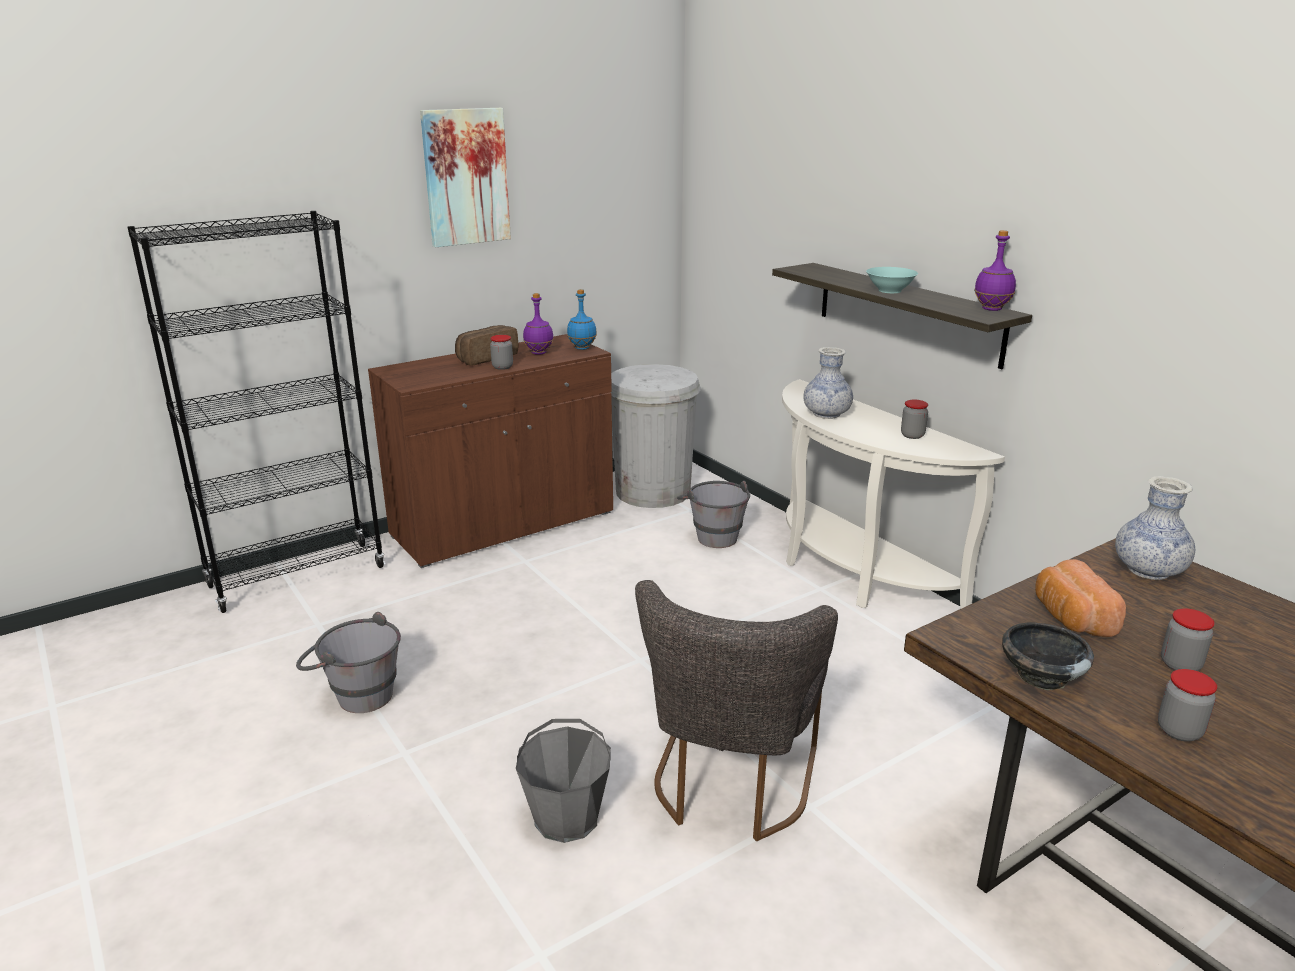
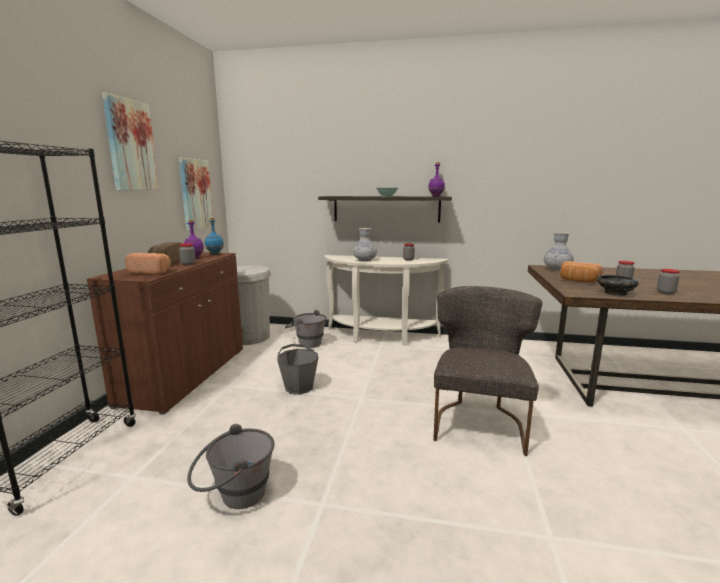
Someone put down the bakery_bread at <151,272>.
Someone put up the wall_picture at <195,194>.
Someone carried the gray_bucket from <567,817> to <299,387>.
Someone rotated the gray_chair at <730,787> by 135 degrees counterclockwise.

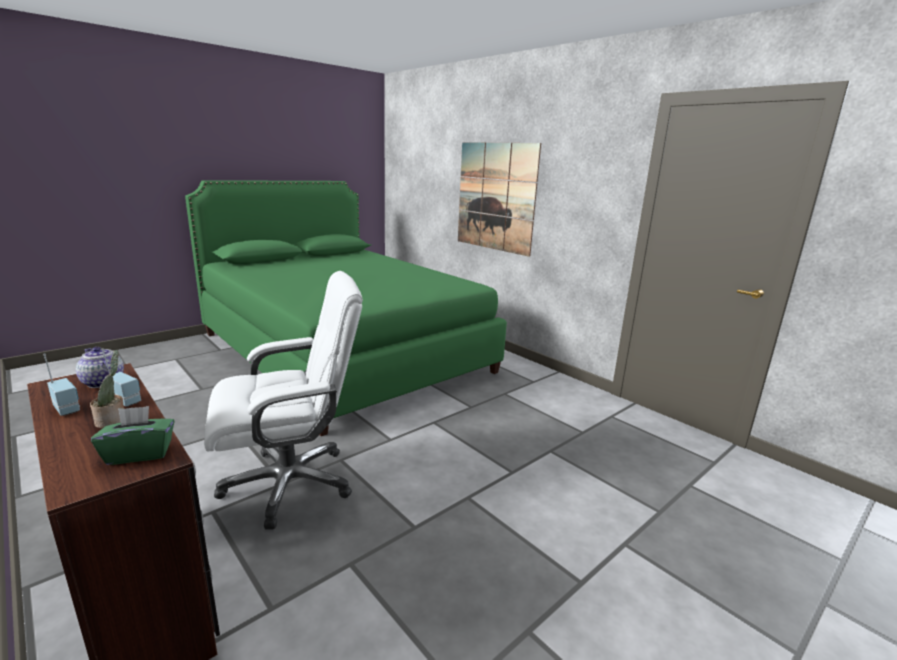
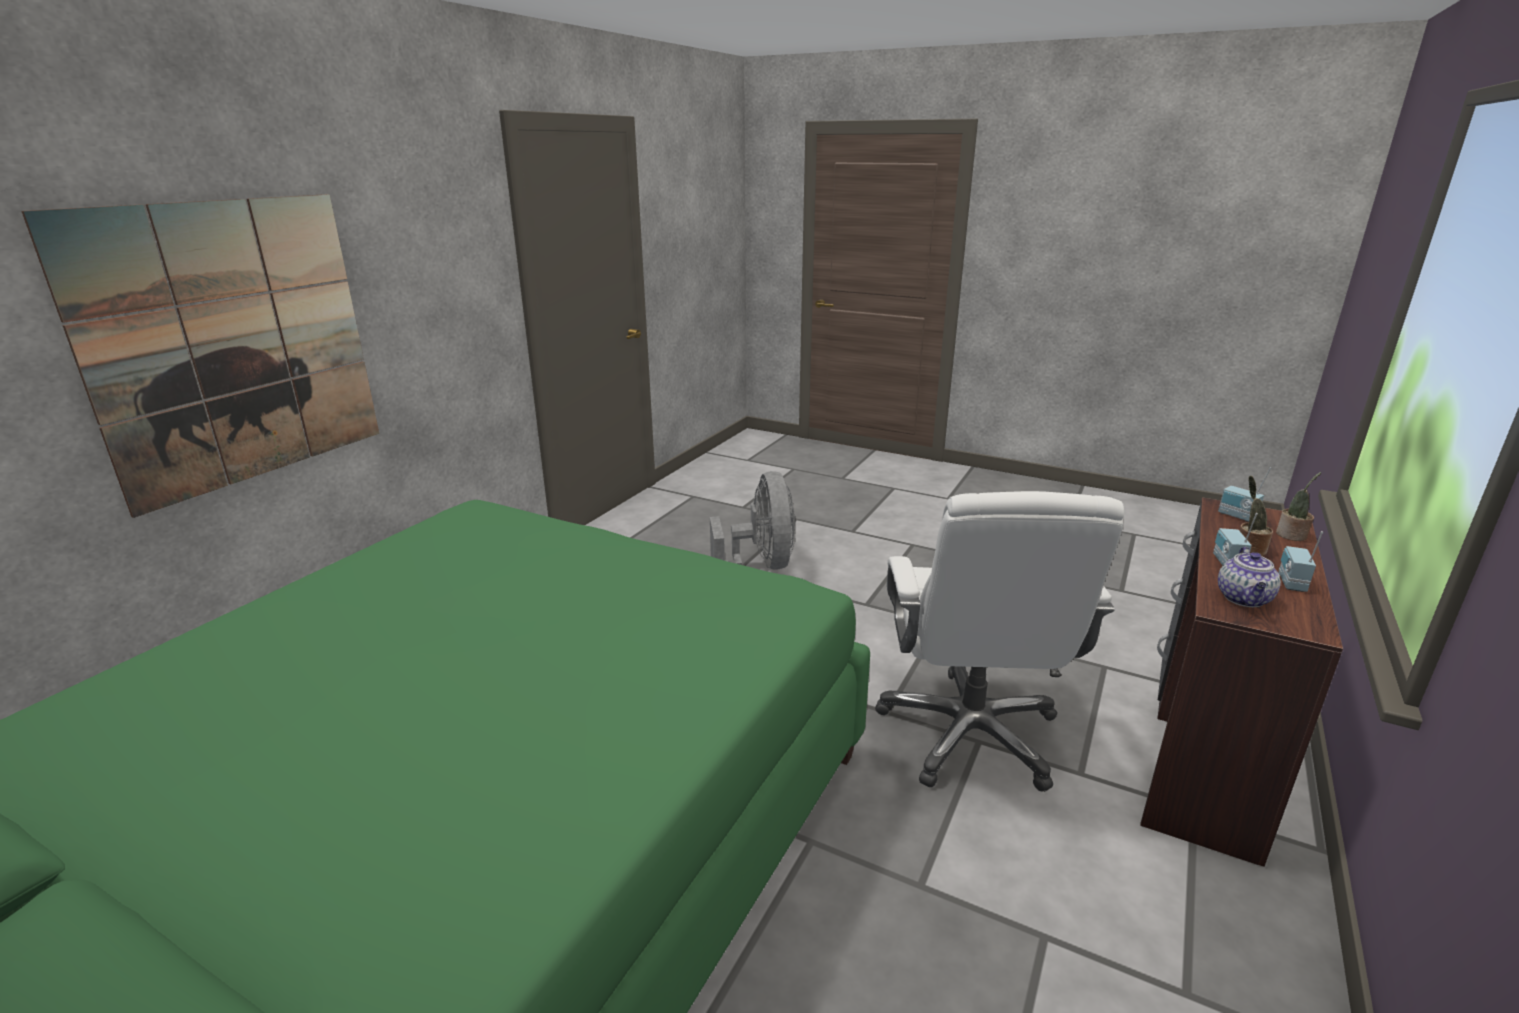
Someone put down the gray_cooling_fan at <761,566>.
Someone rotated the white-coloured_office_chair at <290,483> by 135 degrees counterclockwise.
Someone swapped the green-coloured_tissue_holder at <140,453> for the radio_receiver at <1236,516>.
Someone put down the plant_in_a_pot at <1292,536>.

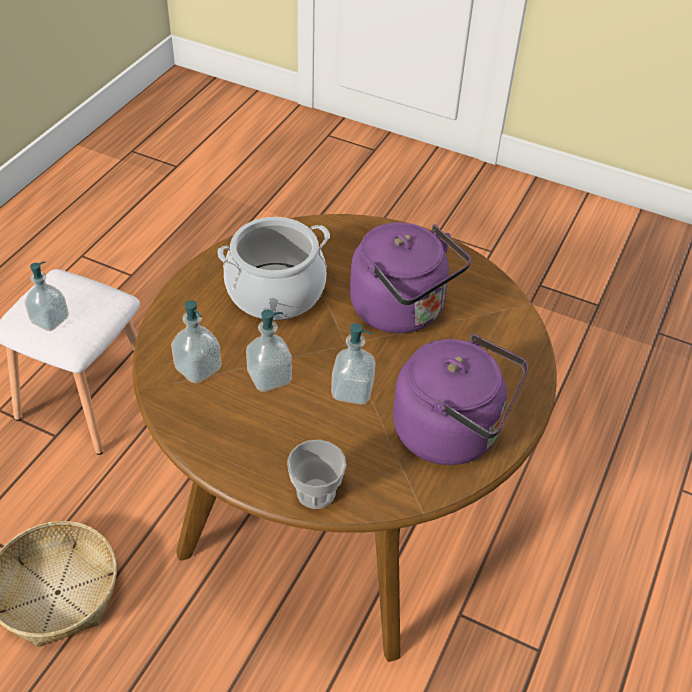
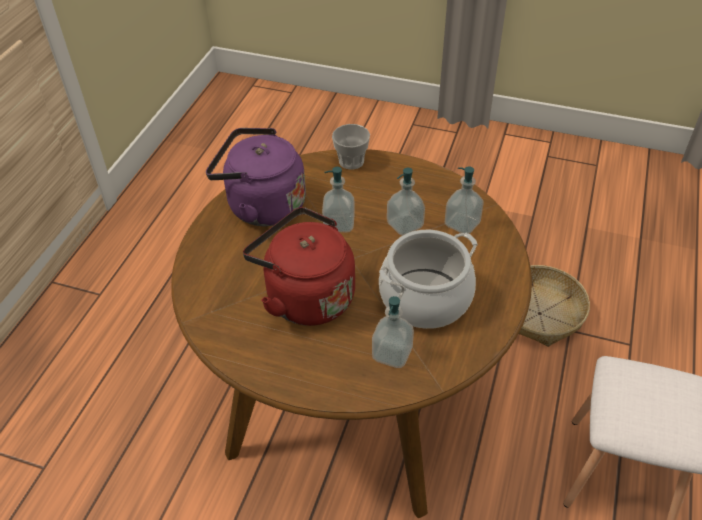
Someone repainted the purplish_tea_kettle at <402,311>, which became the reddish_tea_kettle at <305,296>.
Someone carried the soap_bottle from <50,320> to <392,354>.

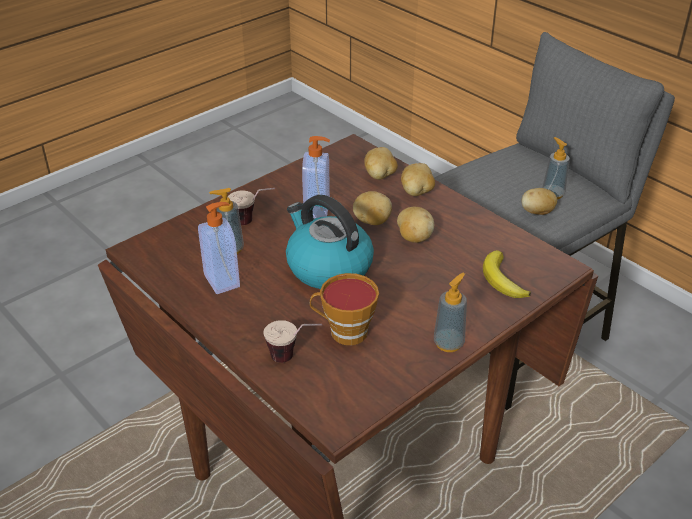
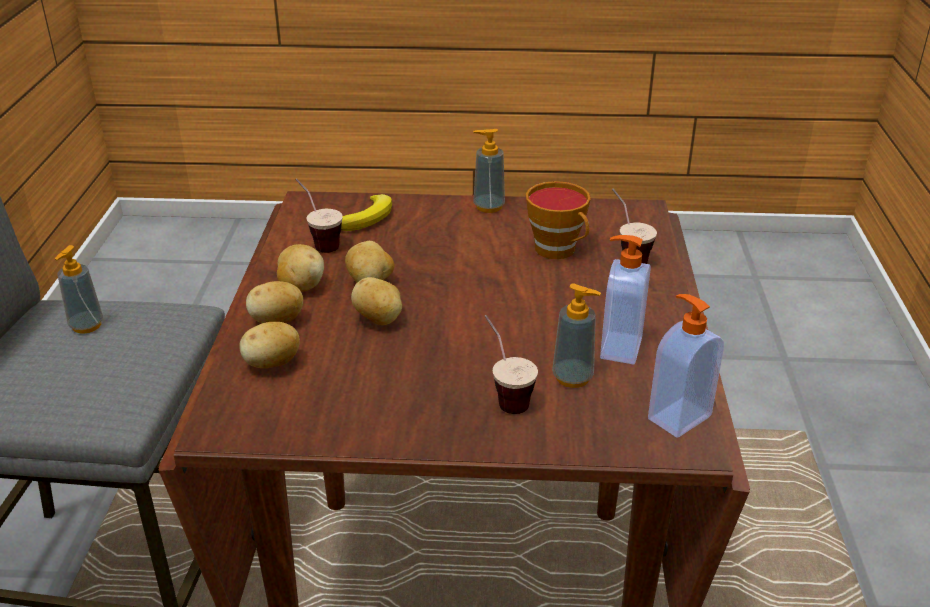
Someone carried the potato from <537,212> to <301,286>.
Someone put down the cup at <319,242>.
Someone carried the soap_bottle from <318,210> to <677,416>.
Someone took away the tea_kettle at <328,267>.

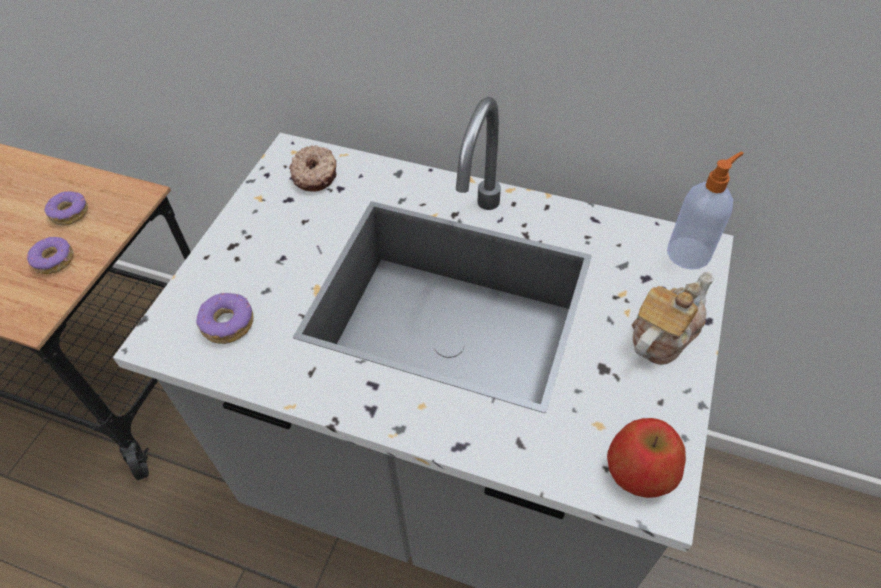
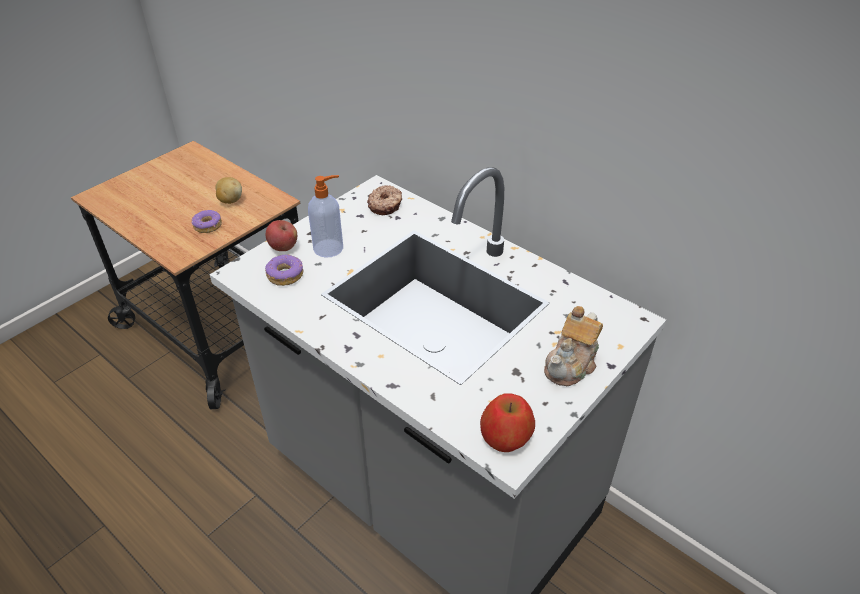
Someone swapped the donut at <69,213> for the potato at <230,200>.
Someone put down the apple_fruit at <283,247>.
Someone carried the soap_bottle from <689,252> to <329,248>.
Someone rotated the teapot at <662,334> by 150 degrees clockwise.

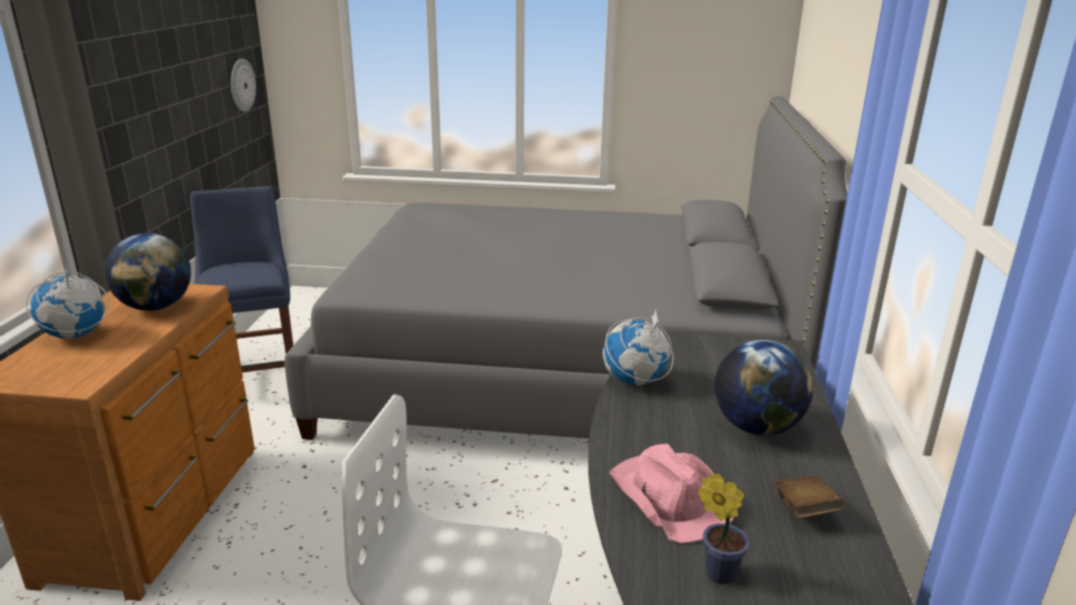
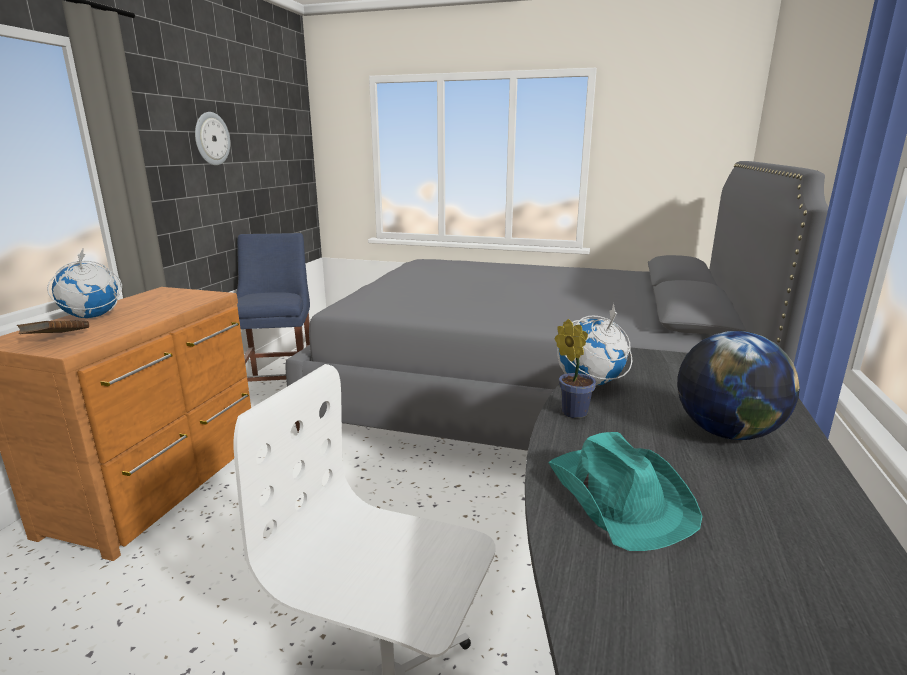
Someone carried the brownish_bound_book from <804,510> to <57,339>.
Someone carried the hanging_clock from <241,85> to <211,139>.
Someone repainted the pink_hat at <669,496>, which became the turquoise-coloured_hat at <618,495>.
Someone carried the plant_in_a_pot from <716,571> to <571,411>.
Someone took away the world_globe at <156,307>.

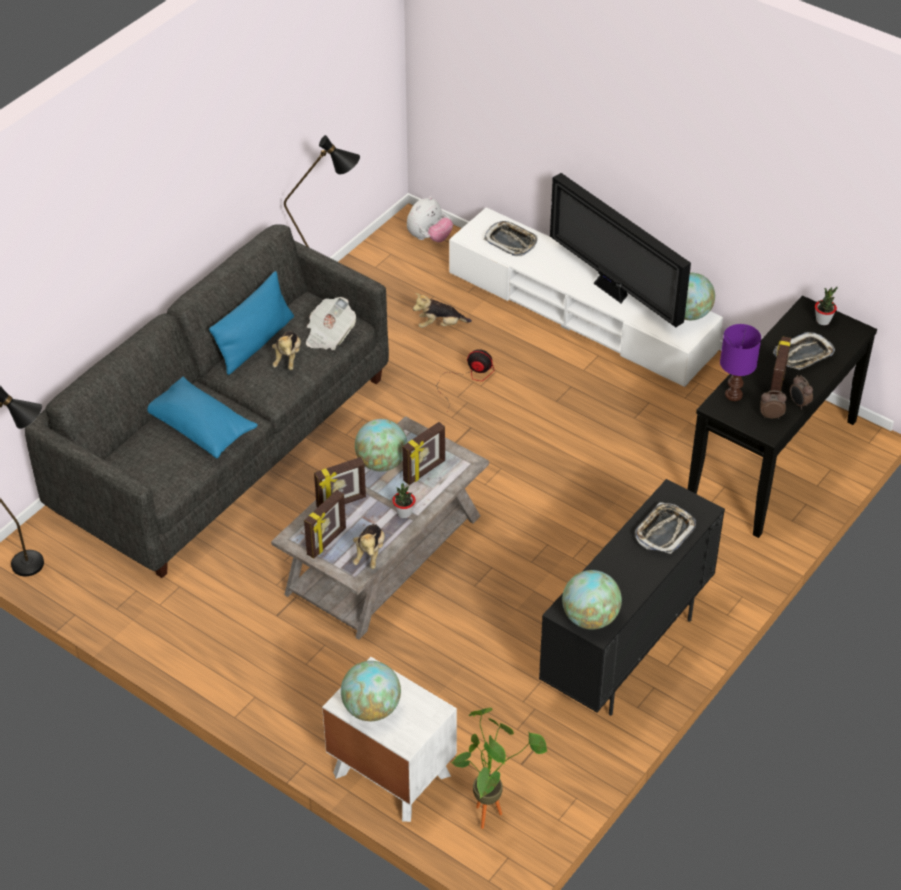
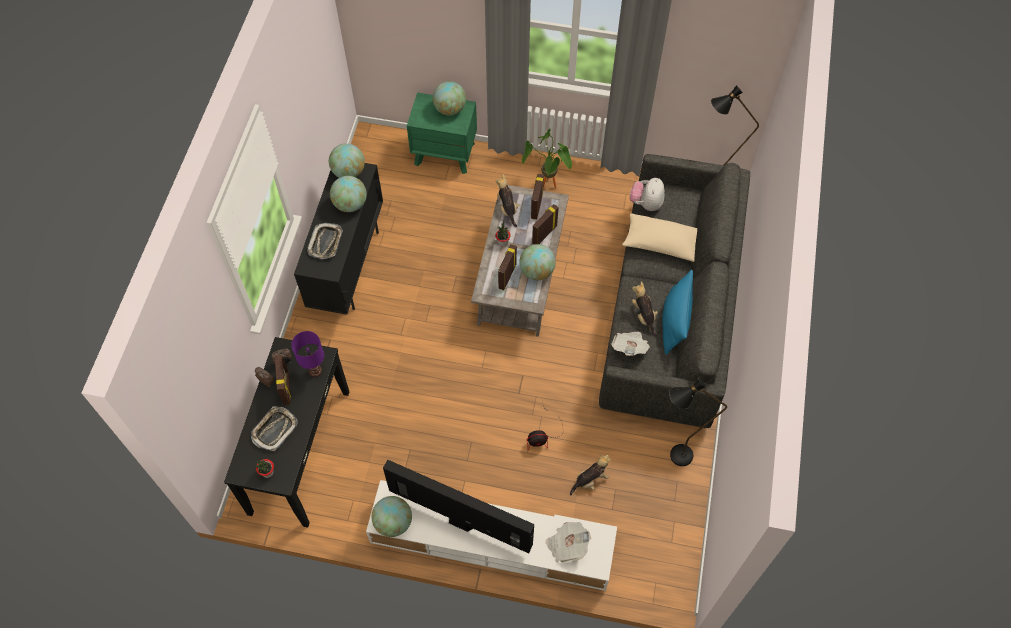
Someone put down the world_globe at <350,204>.
Someone repainted the white-coloured_night_table at <391,774>, which became the green-coloured_night_table at <445,153>.
Someone carried the plant_in_a_pot from <491,811> to <547,188>.
Someone swapped the tray at <511,241> for the daily_paper at <567,545>.
Someone repainted the bluish_throw_pillow at <200,427>, which became the beige_throw_pillow at <661,243>.
Someone carried the soft_toy from <429,238> to <646,203>.

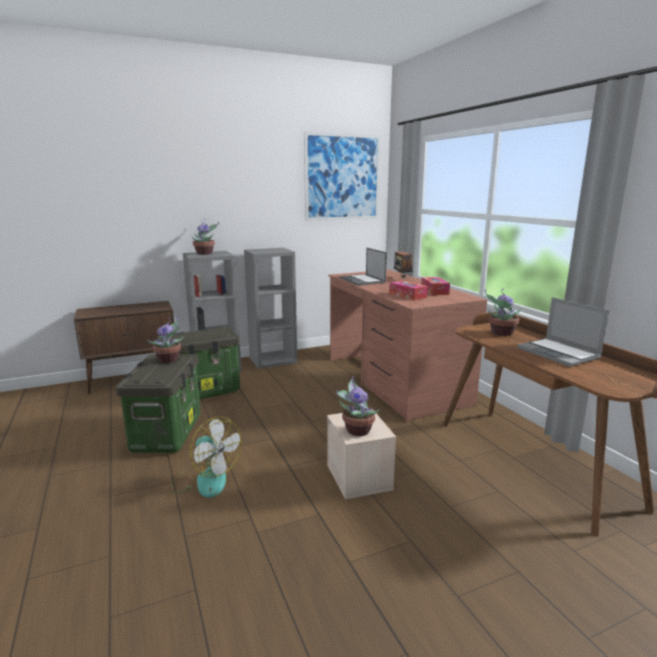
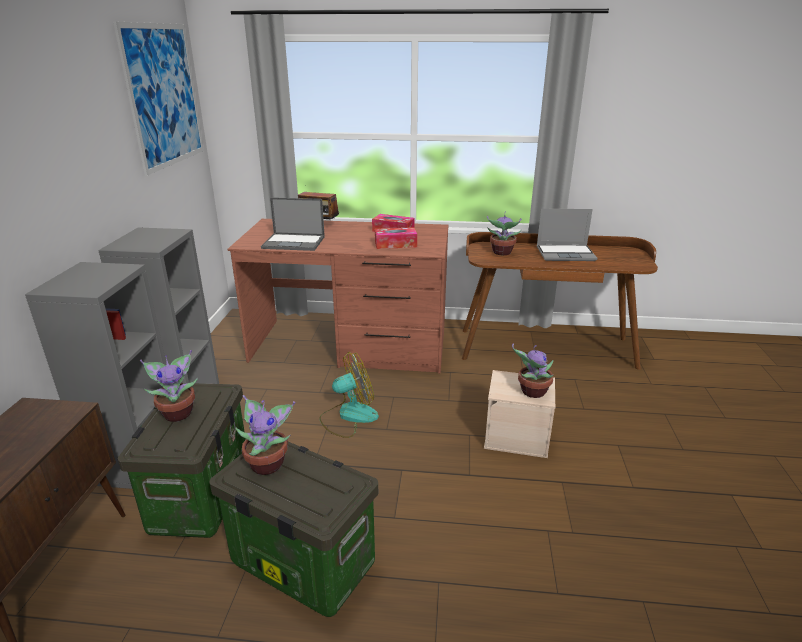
Someone carried the plant_in_a_pot from <205,253> to <178,412>.
Someone carried the cooling_fan from <205,479> to <348,416>.

